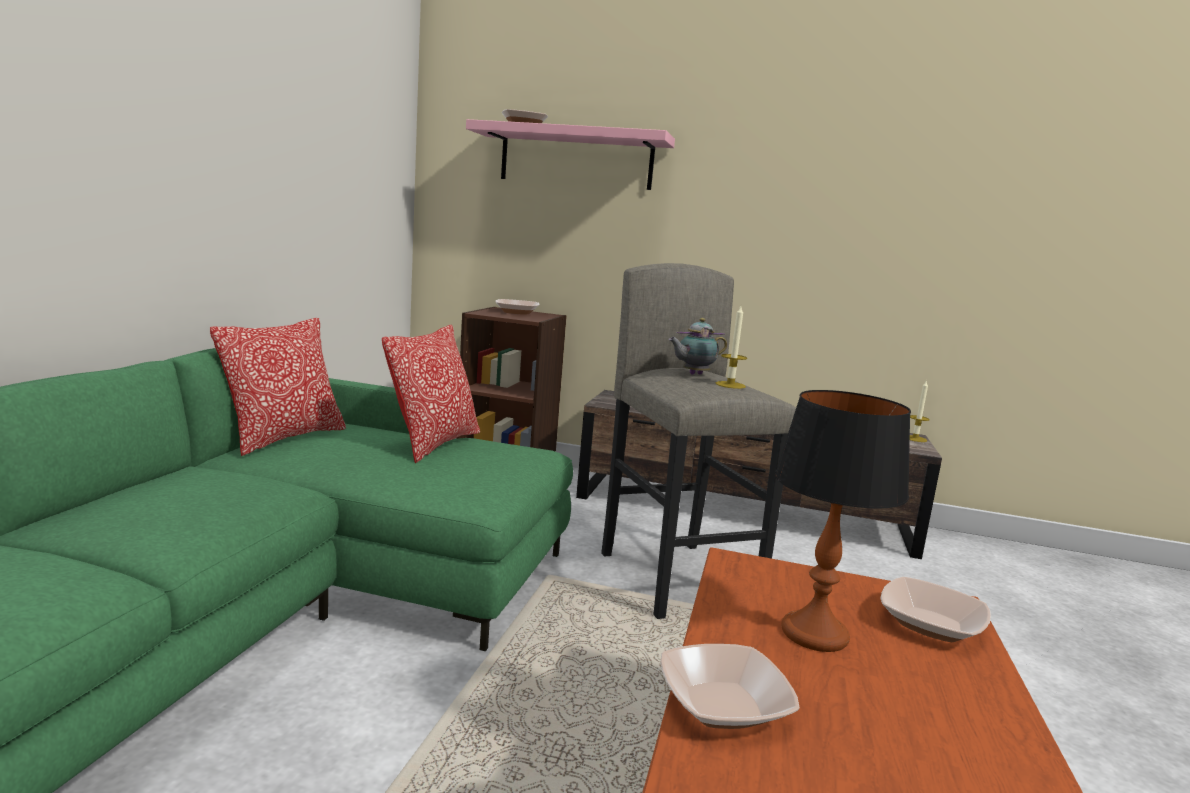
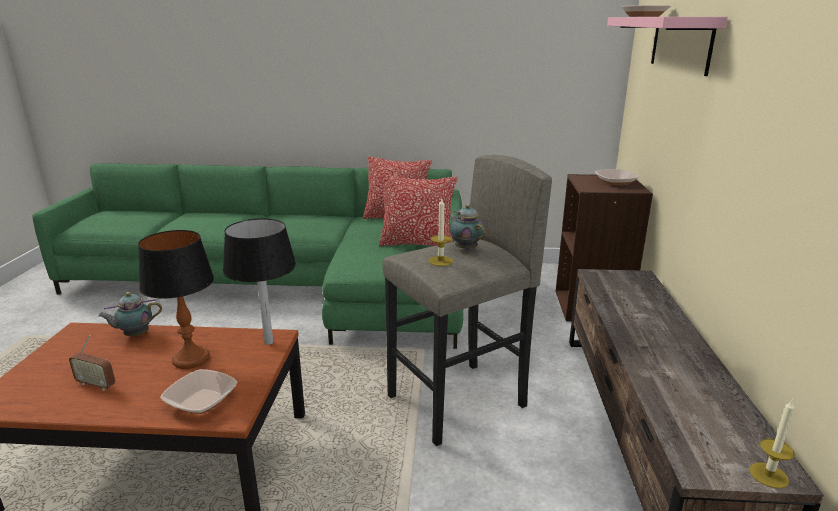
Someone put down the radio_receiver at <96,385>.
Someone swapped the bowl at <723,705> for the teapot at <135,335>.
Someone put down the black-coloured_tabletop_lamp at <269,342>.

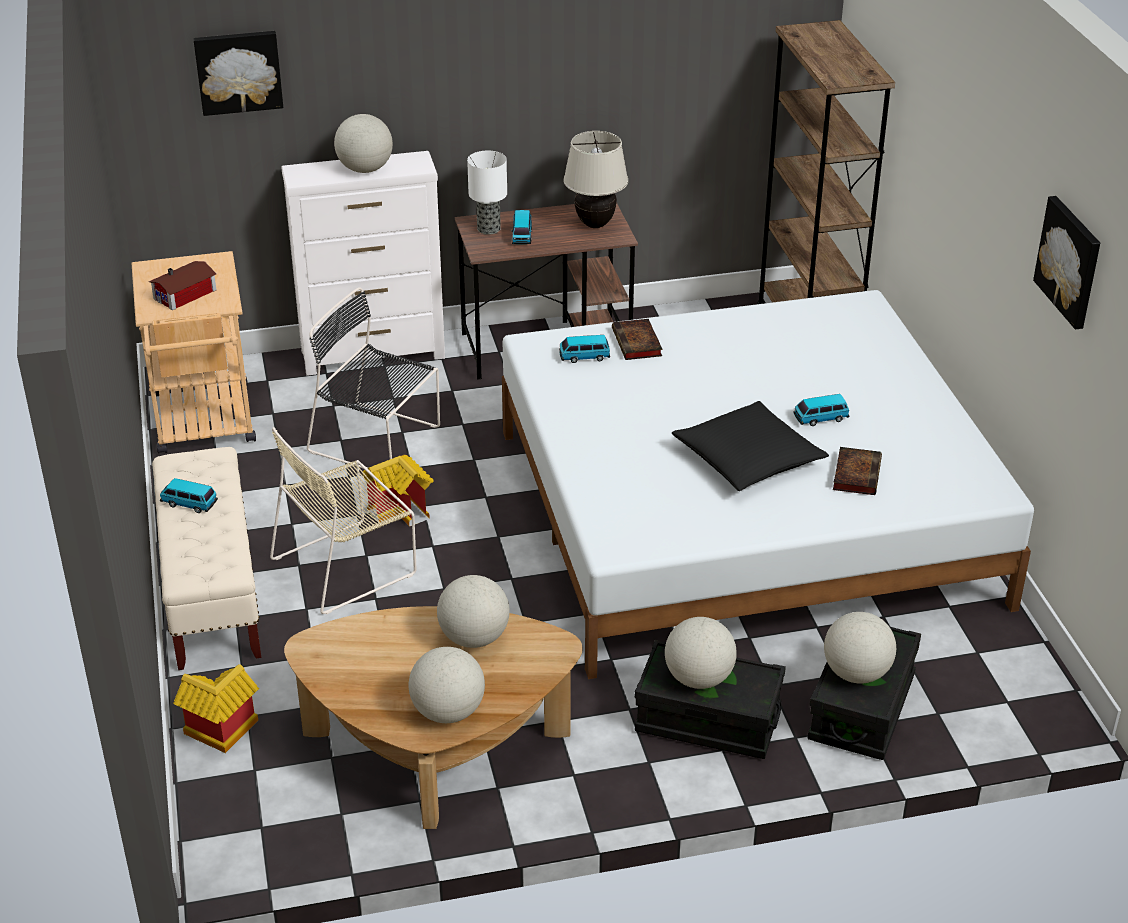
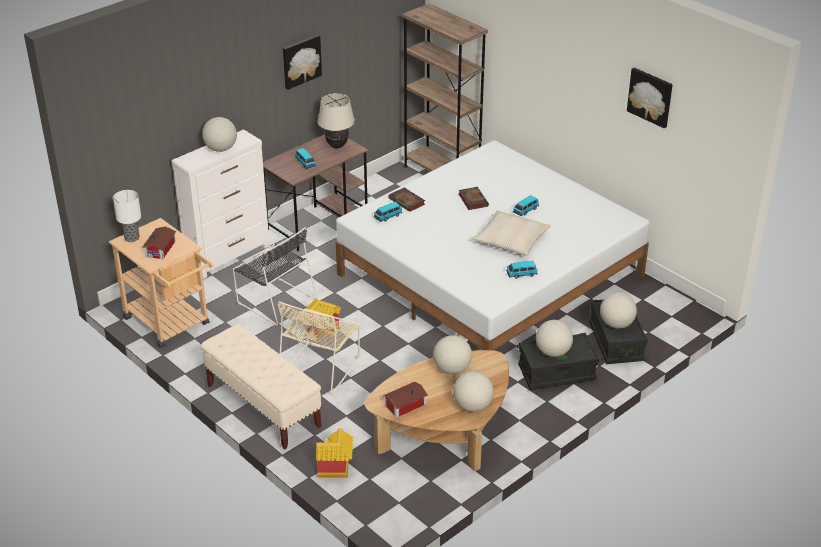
Someone carried the tabletop_lamp from <489,229> to <132,238>.
Someone rotated the black-coloured_chair at <378,440> by 135 degrees counterclockwise.
Someone carried the wall_picture from <238,71> to <301,61>.
Someone put down the toy_house at <404,404>.
Someone carried the bound_book from <856,474> to <472,200>.
Someone repainted the black-coloured_throw_pillow at <748,458>, which became the beige_throw_pillow at <511,240>.
Someone carried the miniature_car from <189,503> to <521,274>.

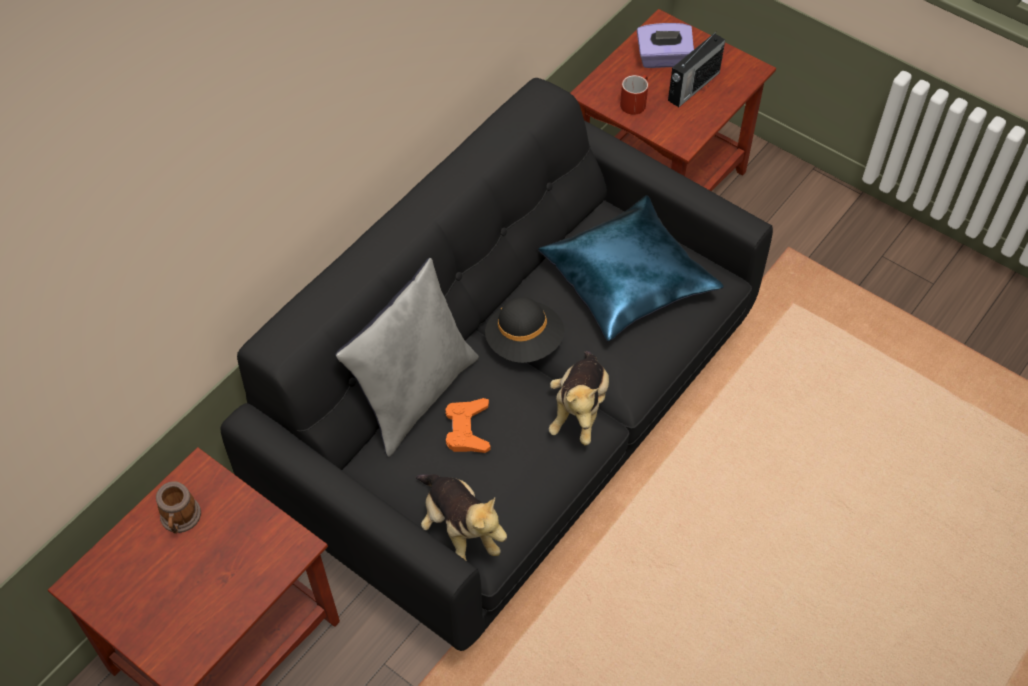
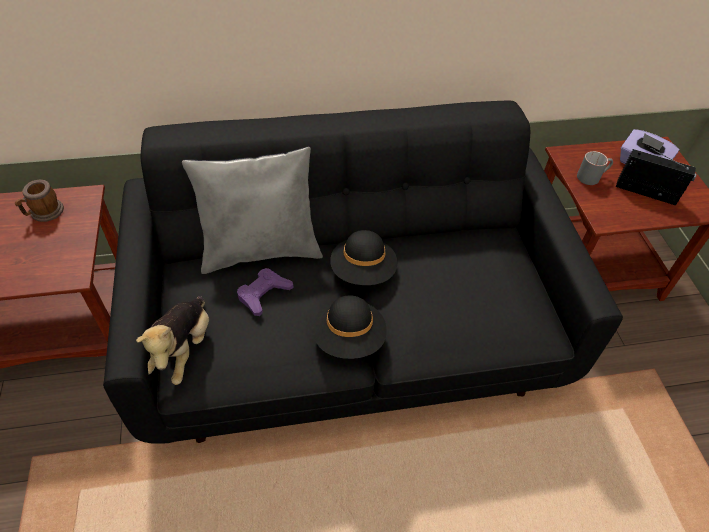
Someone repainted the orange-coloured_game_controller at <467,429>, which became the purplish_game_controller at <263,294>.
Someone swapped the soft_toy at <579,409> for the black-coloured_hat at <349,339>.
Someone repainted the reddish_coffee_mug at <634,101>, which became the gray_coffee_mug at <591,176>.
Someone rotated the radio_receiver at <692,87> by 150 degrees counterclockwise.
Someone took away the bluish_throw_pillow at <626,279>.

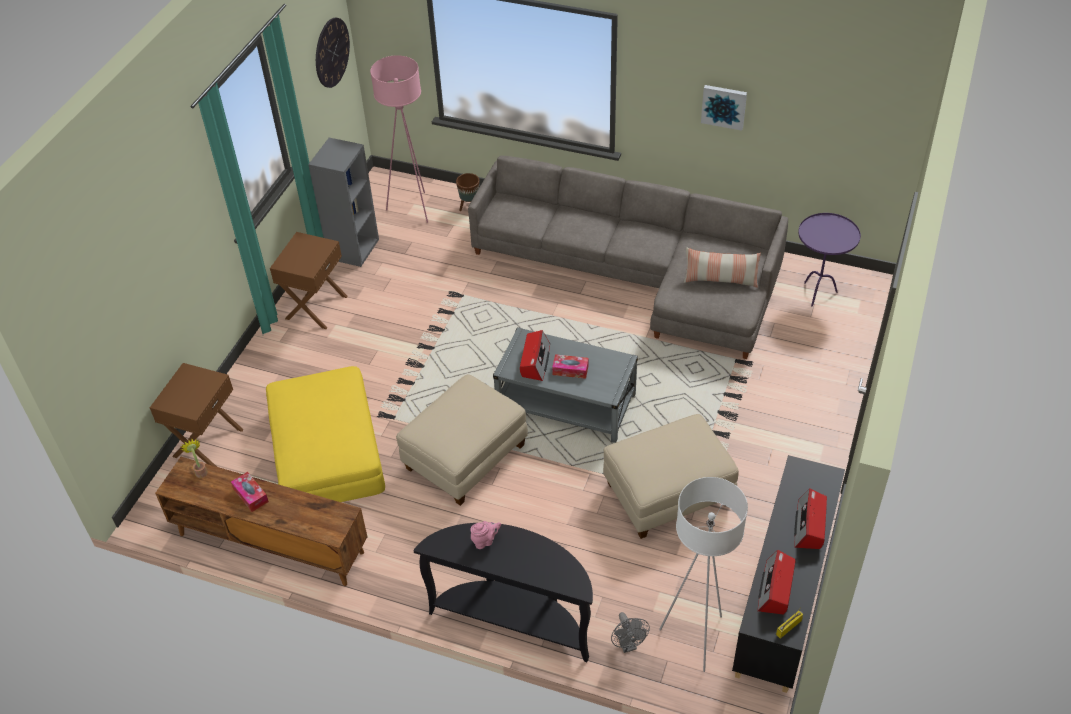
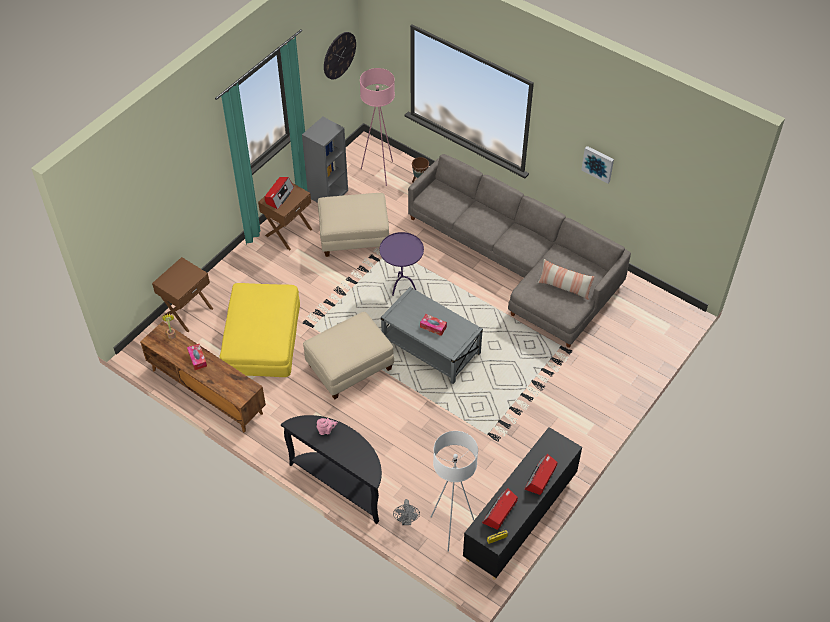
Someone carried the radio_receiver from <535,361> to <279,196>.
Someone carried the beige_ottoman from <668,495> to <354,237>.
Someone carried the purplish_end_table from <817,293> to <402,287>.

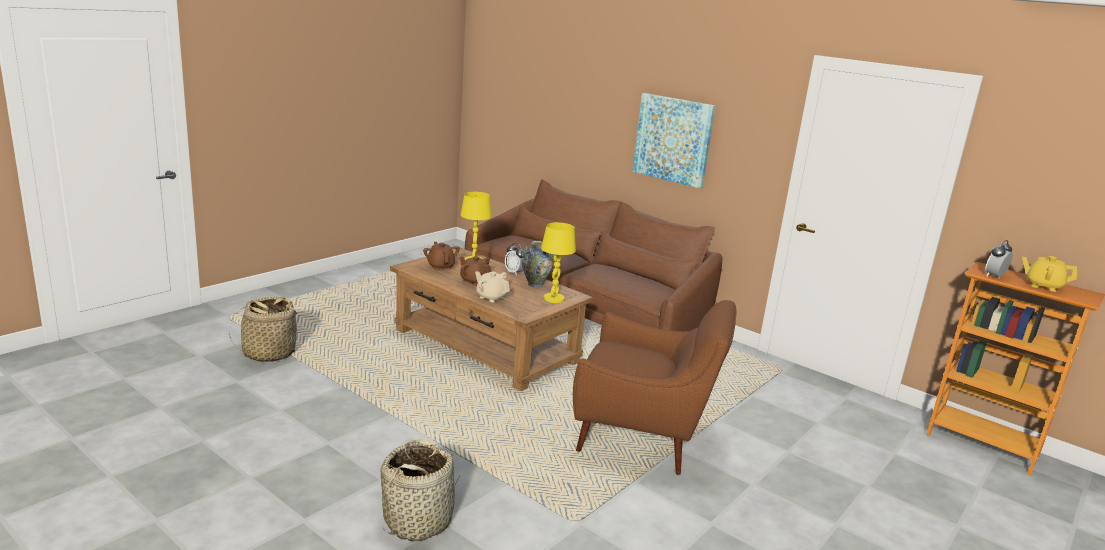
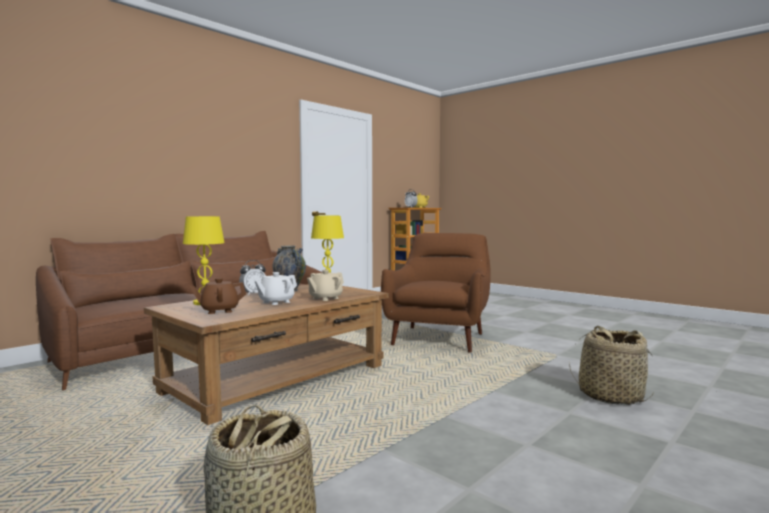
Someone repainted the brownish_teapot at <474,281>, which became the white-coloured_teapot at <276,302>.
Someone took away the wall_picture at <673,139>.

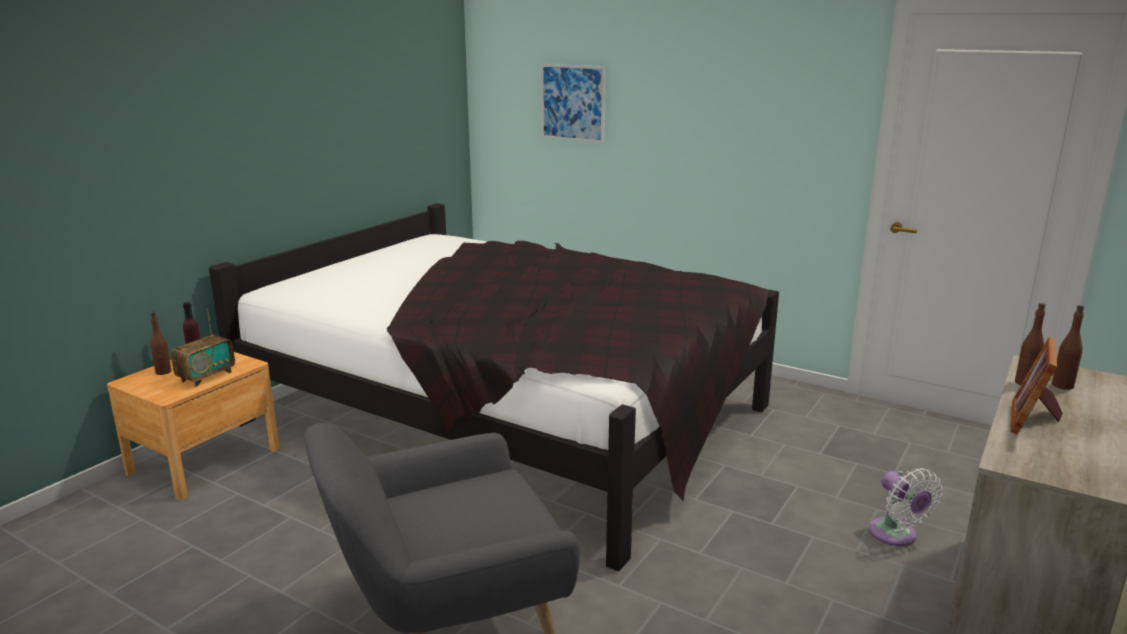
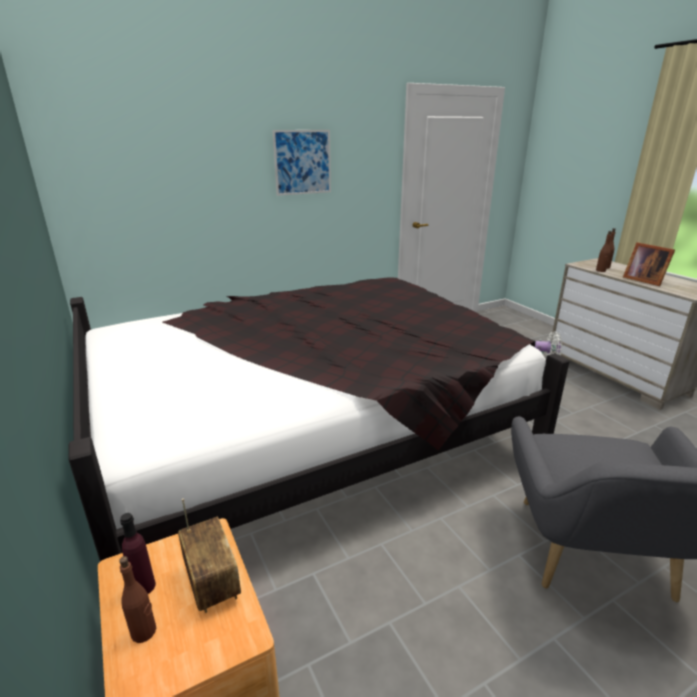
Someone carried the wall_picture from <572,103> to <302,162>.

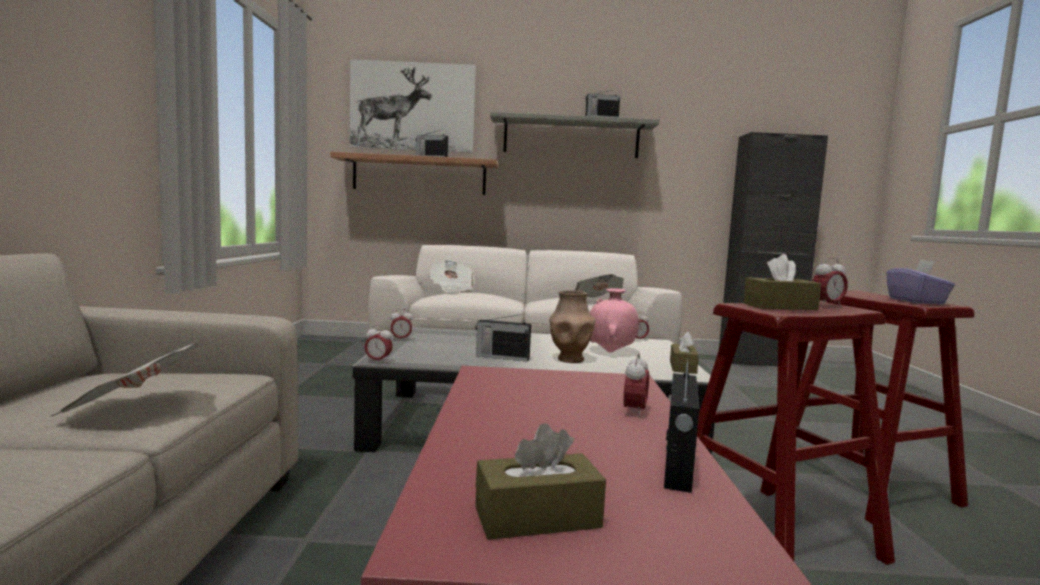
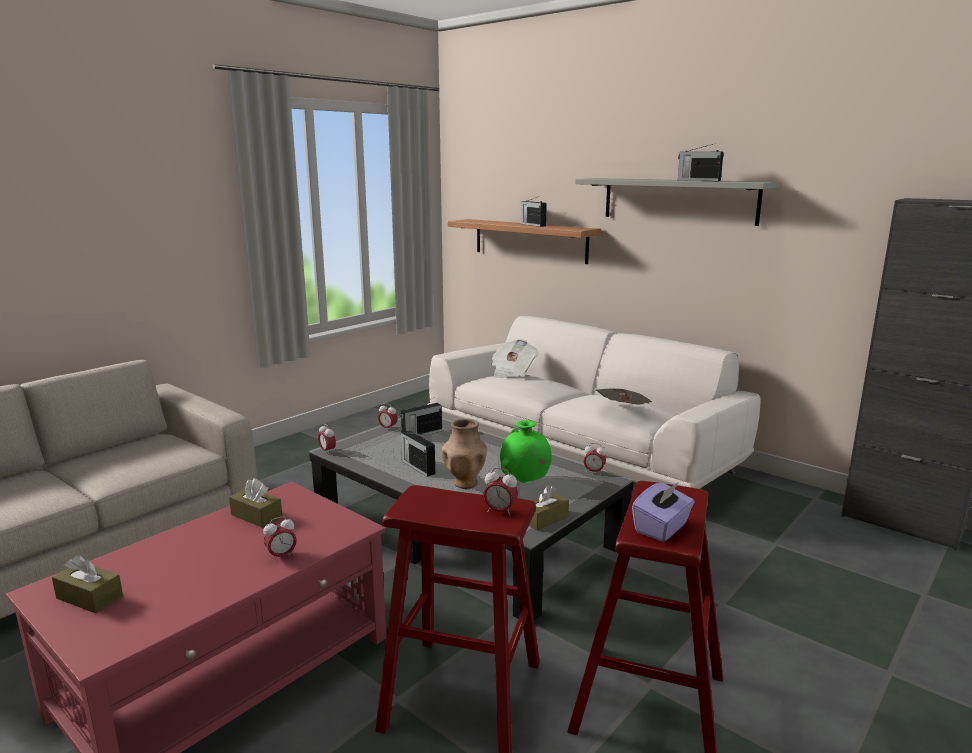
Someone carried the brownish_tissue_holder from <780,306> to <256,516>.
Someone carried the radio_receiver from <677,465> to <421,434>.
Someone repainted the pink_flower_vase at <611,352>, which became the green-coloured_flower_vase at <524,482>.
Someone took away the daily_paper at <131,411>.
Someone took away the wall_picture at <412,107>.

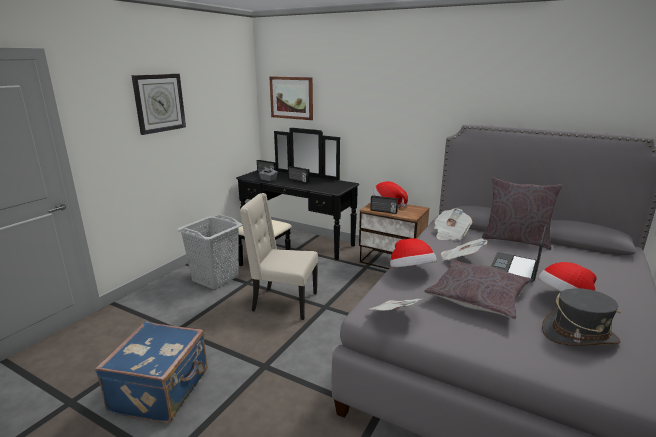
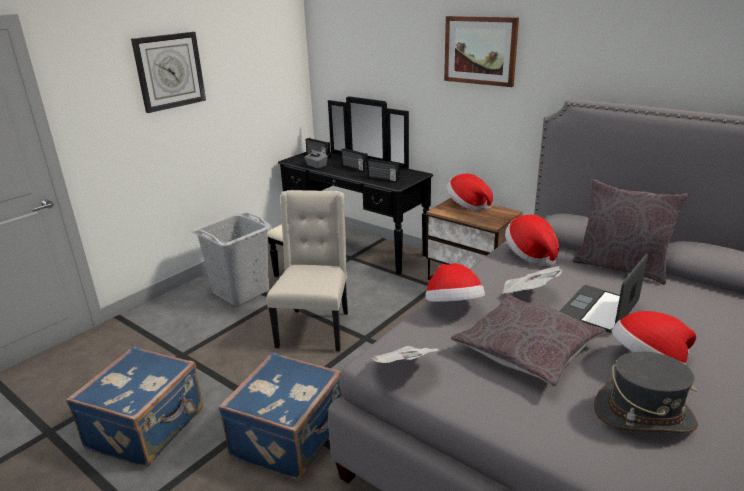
Someone put down the bluish_travel_case at <290,438>.
Someone rotated the beige_chair at <283,302> by 75 degrees clockwise.
Someone carried the radio_receiver from <383,211> to <383,179>.
Someone carried the wall_picture from <291,98> to <480,50>.
Someone swapped the daily_paper at <450,234> for the hat at <530,254>.

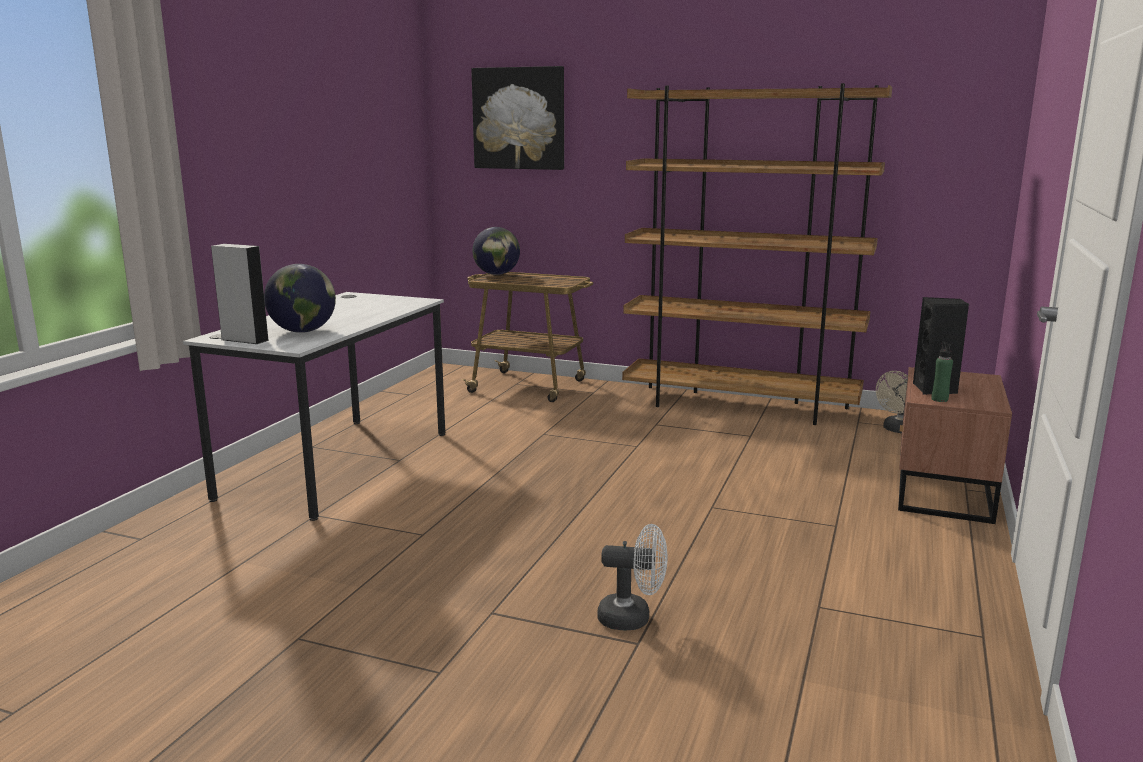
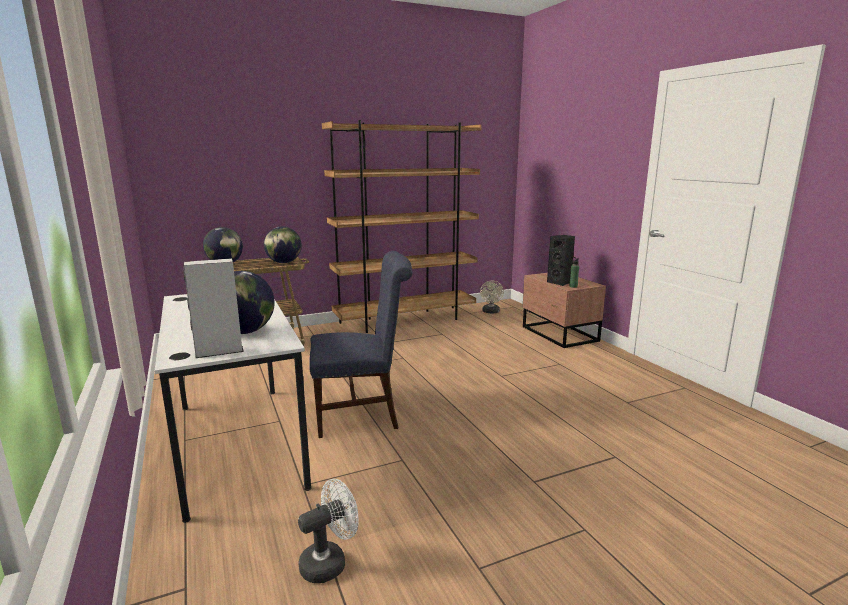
Someone put down the world_globe at <284,262>.
Someone carried the white-coloured_cooling_fan from <633,618> to <329,562>.
Someone put down the bluish_chair at <363,413>.
Someone took away the wall_picture at <519,118>.

